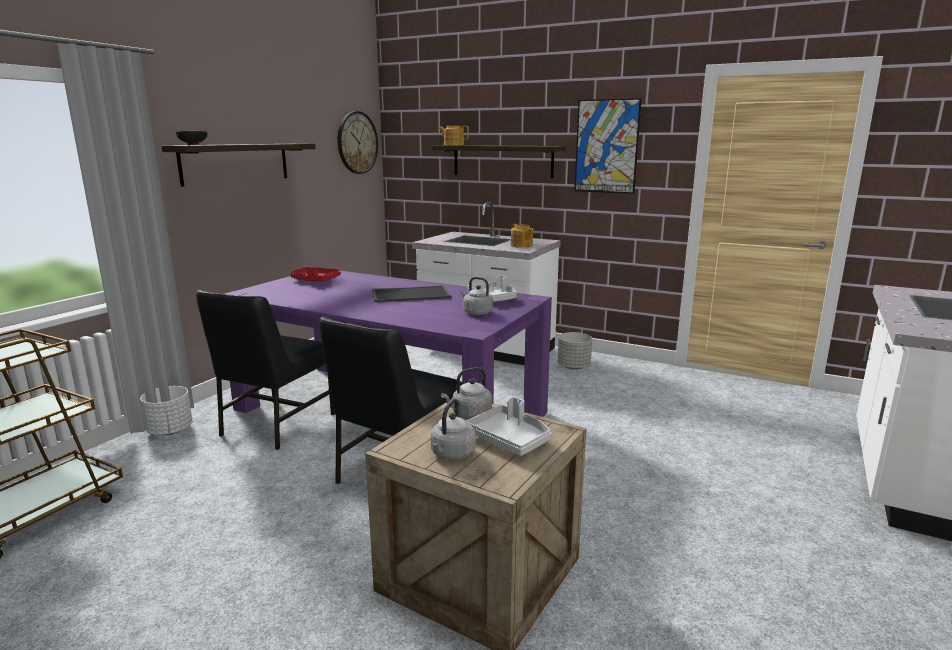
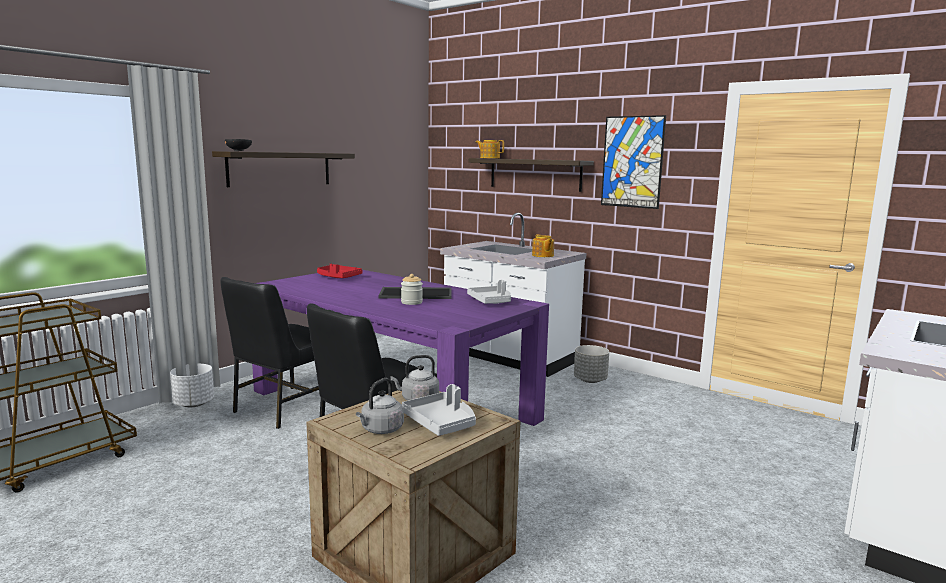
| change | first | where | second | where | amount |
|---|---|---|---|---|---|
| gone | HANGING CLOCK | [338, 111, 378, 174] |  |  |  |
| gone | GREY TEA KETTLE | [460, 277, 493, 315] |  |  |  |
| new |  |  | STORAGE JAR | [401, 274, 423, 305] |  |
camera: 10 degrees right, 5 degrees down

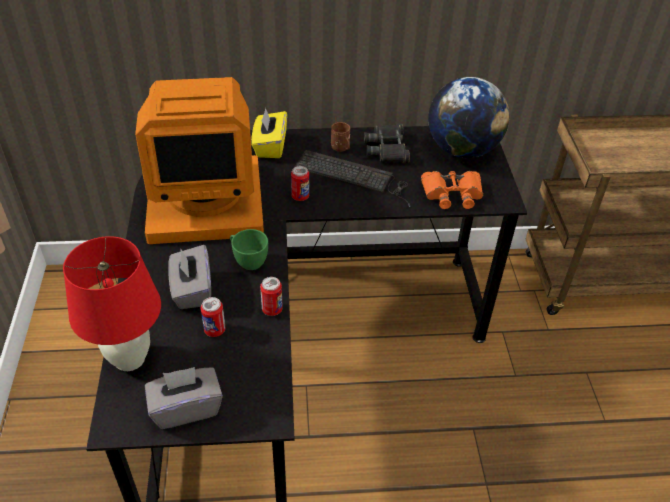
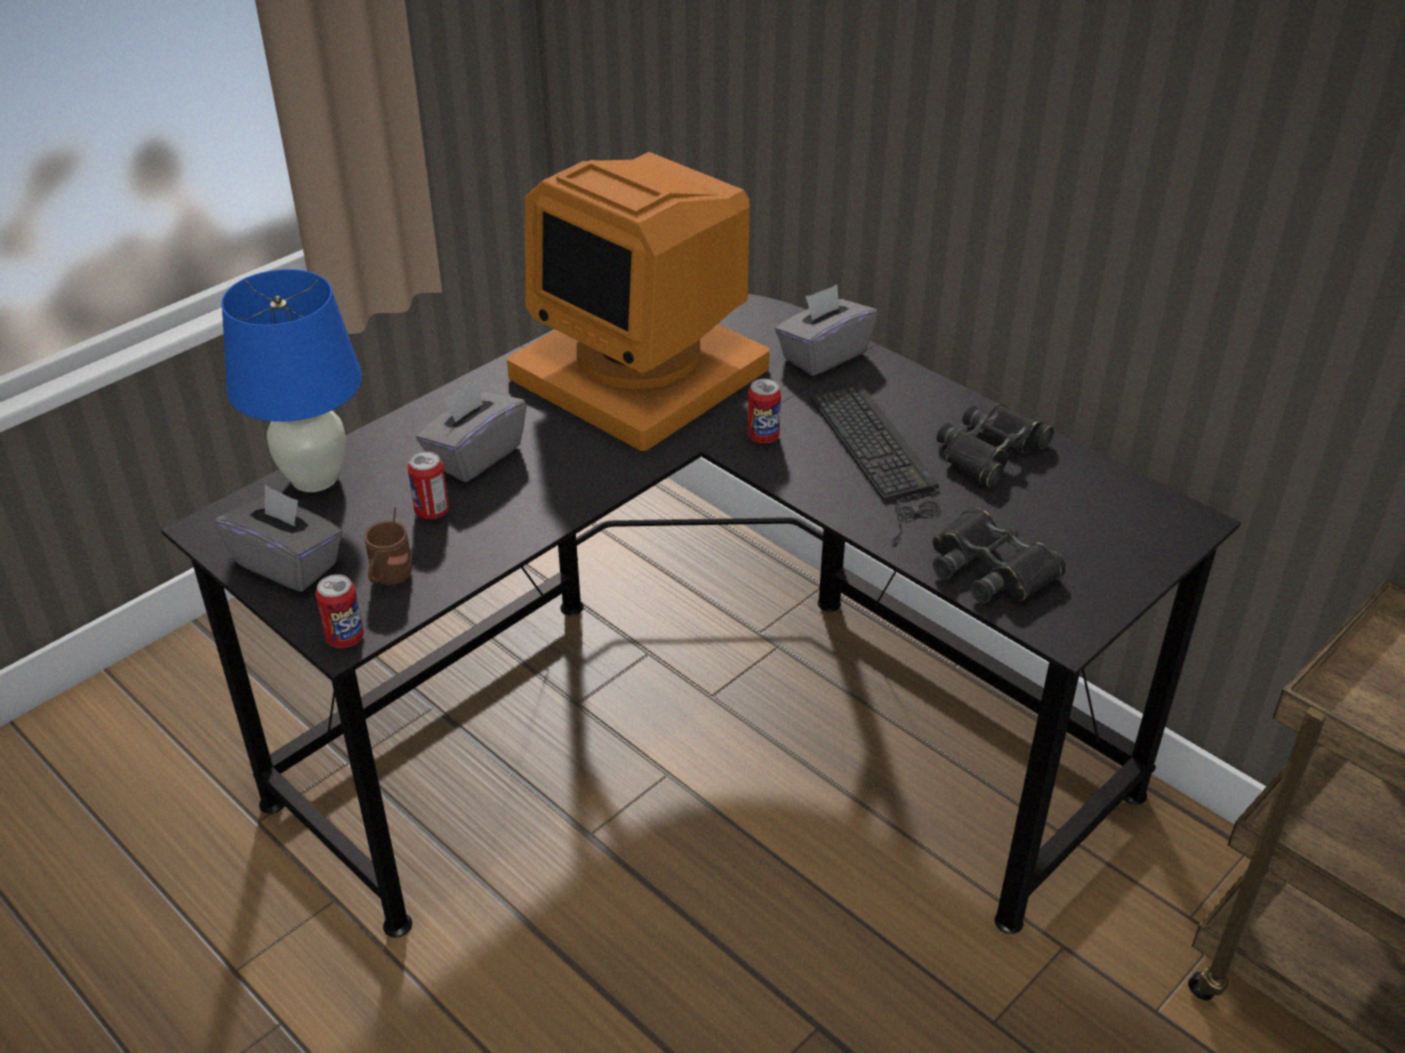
| change | first | where | second | where | amount |
|---|---|---|---|---|---|
| repainted | REDDISH TABLETOP LAMP | [63, 236, 161, 371] | BLUE-COLOURED TABLETOP LAMP | [221, 269, 362, 492] |  |
| gone | GREENISH DRINKING CUP | [230, 229, 268, 270] |  |  |  |
| repainted | YELLOW-COLOURED BOX OF TISSUES | [251, 108, 287, 158] | GREY BOX OF TISSUES | [775, 284, 878, 376] |  |
| shifted | SEALED CAN | [260, 277, 283, 316] |  | [315, 574, 364, 648] |  |
| shifted | BROWNISH COFFEE MUG | [331, 116, 350, 152] |  | [364, 508, 412, 585] |  |
| repainted | ORANGE-COLOURED FIELD GLASSES | [421, 171, 483, 209] | BLACK FIELD GLASSES | [932, 506, 1066, 603] |  |
| gone | DESK GLOBE | [428, 77, 509, 158] |  |  |  |
camera: 50 degrees right, 5 degrees down

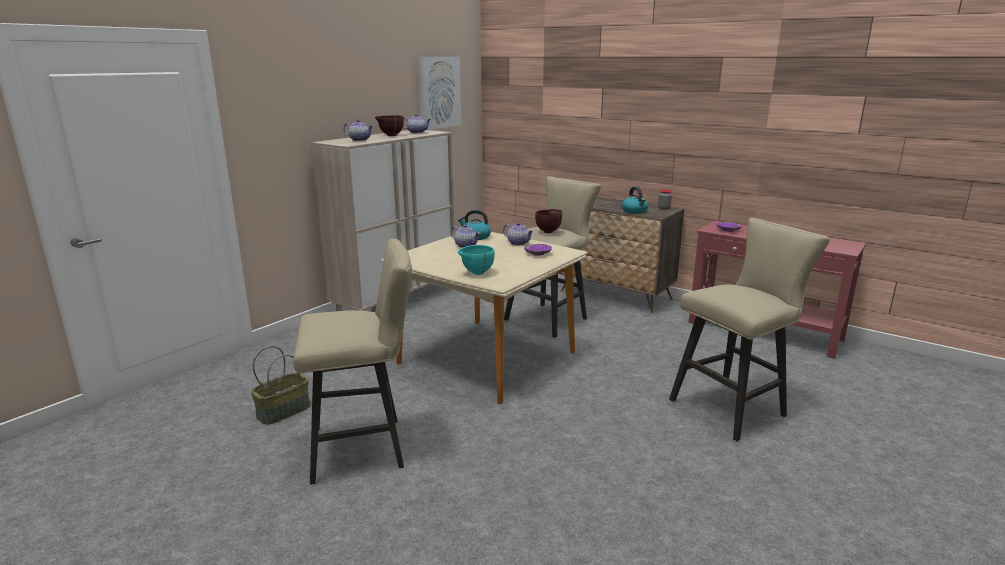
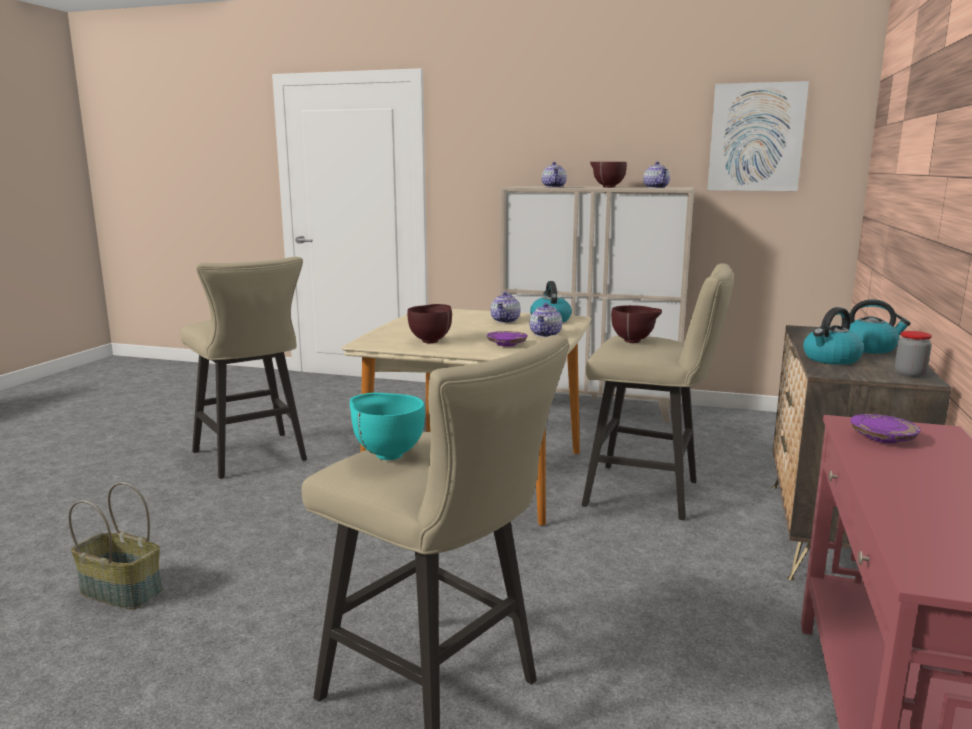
| change | first | where | second | where | amount |
|---|---|---|---|---|---|
| shifted | STORAGE BASKET | [251, 346, 310, 425] |  | [68, 482, 163, 609] |  |
| shifted | BLUE-GREEN BOWL | [458, 245, 495, 275] |  | [350, 393, 425, 460] |  |
| new |  |  | BROWNISH BOWL | [407, 304, 452, 343] |  |
| new |  |  | TEA KETTLE | [849, 299, 911, 354] |  |
camera: 70 degrees right, 5 degrees down

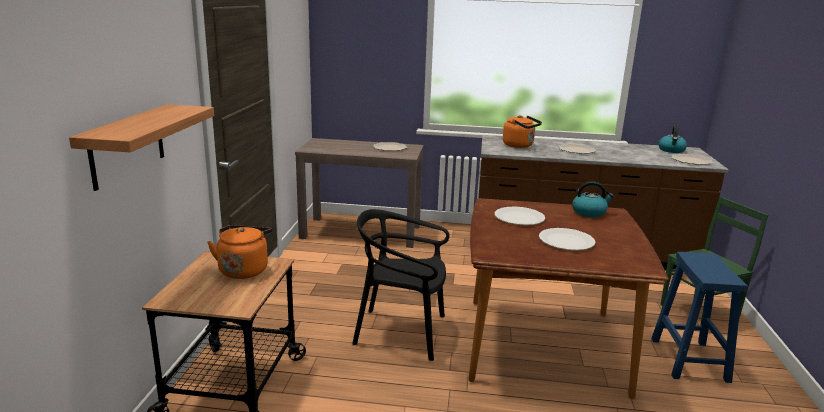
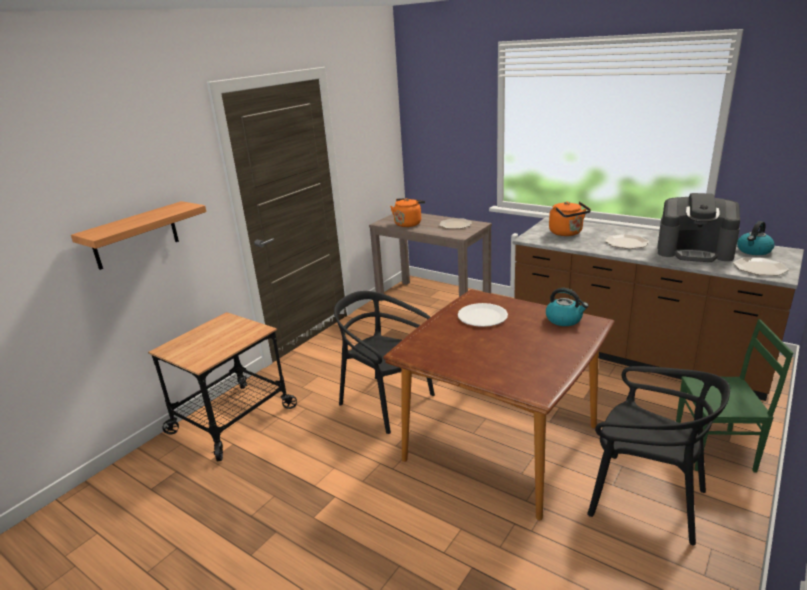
| change | first | where | second | where | amount |
|---|---|---|---|---|---|
| shifted | ORANGE-COLOURED TEA KETTLE | [207, 225, 272, 279] |  | [390, 198, 425, 227] |  |
| gone | WHITE-COLOURED PLATE | [539, 228, 596, 250] |  |  |  |
| swapped | BLUE-COLOURED STOOL | [651, 252, 748, 383] | BLACK PLAIN CHAIR | [587, 366, 730, 546] |  |
| new |  |  | COFFEE MACHINE | [657, 193, 740, 262] |  |
camera: 30 degrees right, 5 degrees up

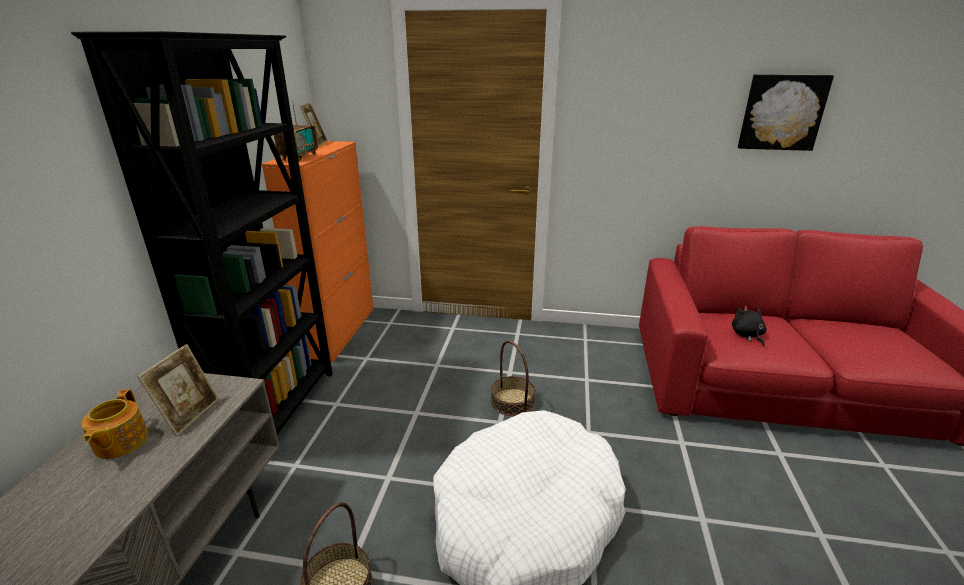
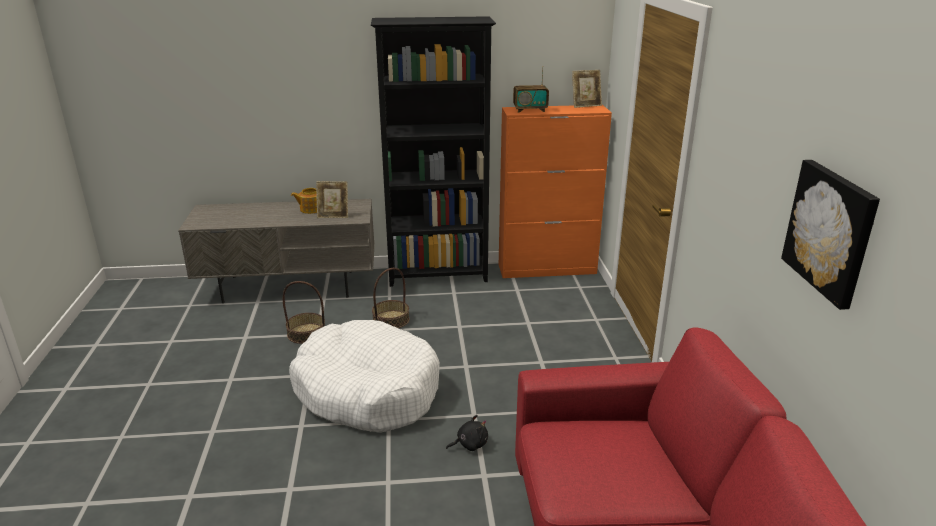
| change | first | where | second | where | amount |
|---|---|---|---|---|---|
| shifted | STORAGE BASKET | [491, 340, 535, 416] |  | [372, 268, 410, 328] |  |
| shifted | BLACK CUDDLY TOY | [732, 305, 767, 347] |  | [446, 415, 488, 451] |  |
camera: 75 degrees right, 0 degrees up

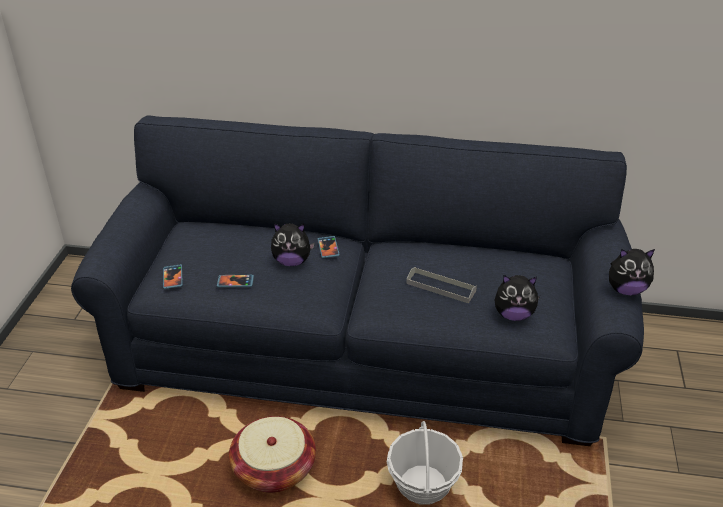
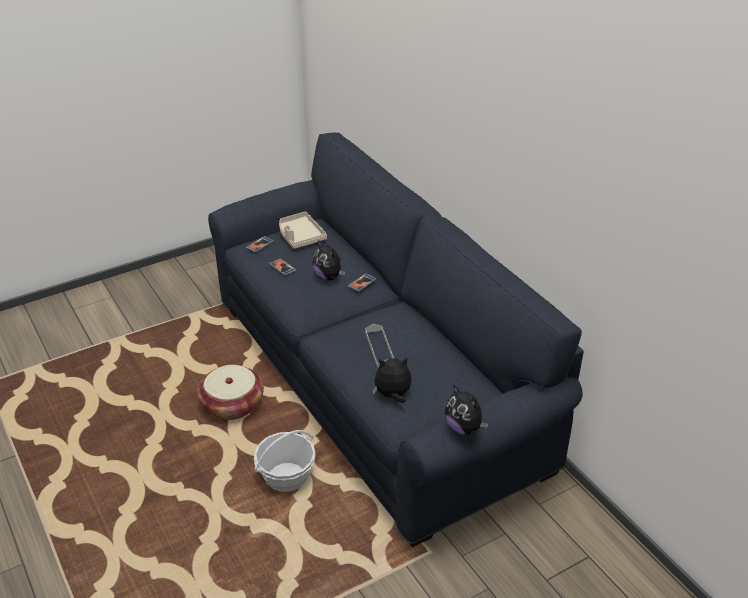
| change | first | where | second | where | amount |
|---|---|---|---|---|---|
| rotated | CUDDLY TOY | [495, 275, 540, 321] |  | [372, 357, 412, 403] | 120 degrees clockwise |
| new |  |  | BEIGE-COLOURED TRAY | [279, 211, 327, 249] |  |
camera: 50 degrees right, 0 degrees up

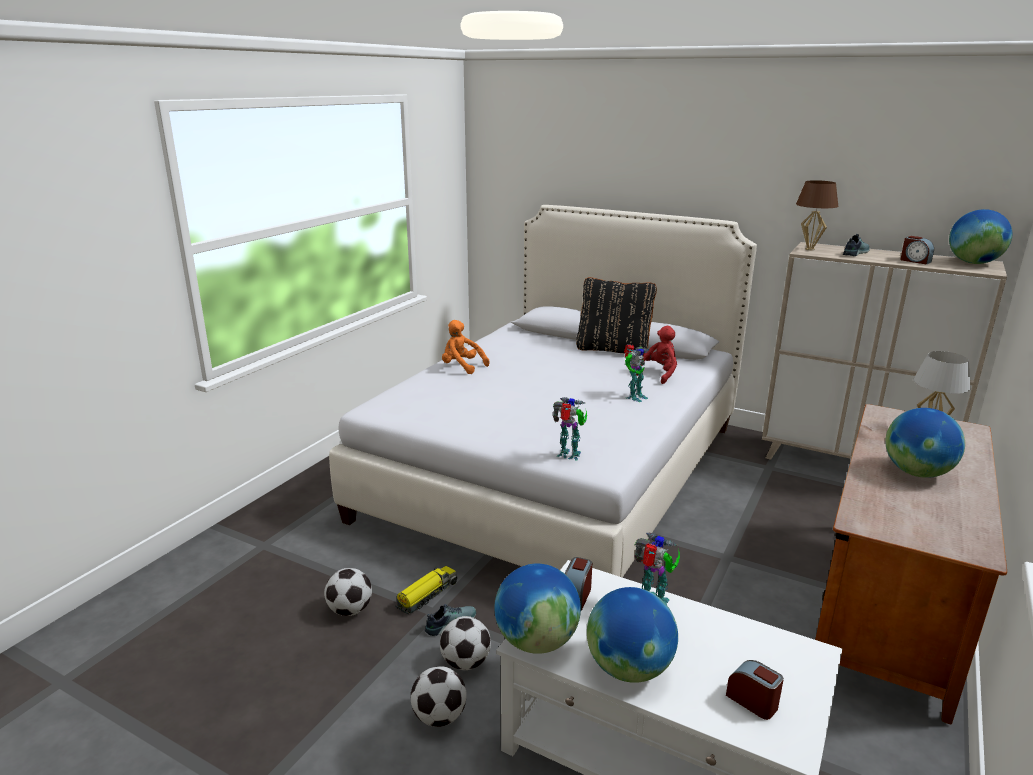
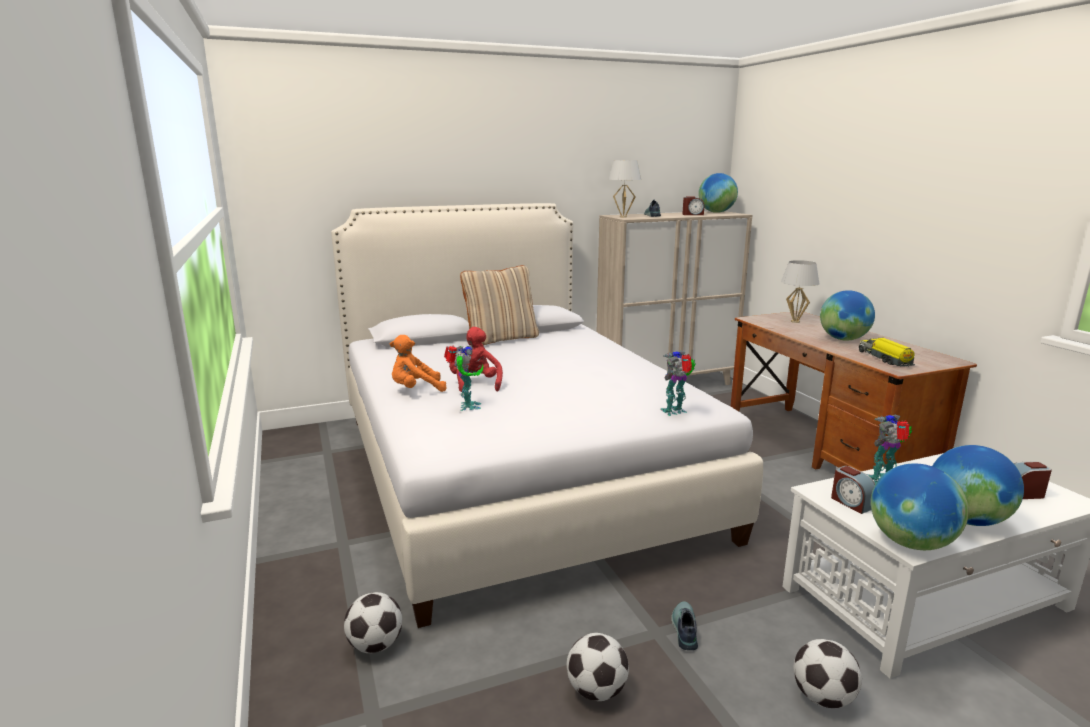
| change | first | where | second | where | amount |
|---|---|---|---|---|---|
| shifted | MODEL TRUCK | [396, 566, 457, 615] |  | [859, 338, 915, 366] |  |
| shifted | BALL FOR FOOTBALL | [440, 616, 491, 670] |  | [344, 592, 402, 653] |  |
| repainted | BLACK THROW PILLOW | [576, 277, 657, 353] | BEIGE-COLOURED THROW PILLOW | [460, 265, 539, 346] |  |
| shifted | MODEL ROBOT | [624, 344, 650, 402] |  | [444, 345, 483, 411] |  |
| shifted | REDDISH CUDDLY TOY | [636, 326, 677, 384] |  | [449, 327, 503, 392] |  |
| repainted | BROWNISH TABLETOP LAMP | [796, 180, 838, 251] | WHITE-COLOURED TABLETOP LAMP | [608, 160, 641, 217] |  |
camera: 50 degrees left, 5 degrees down

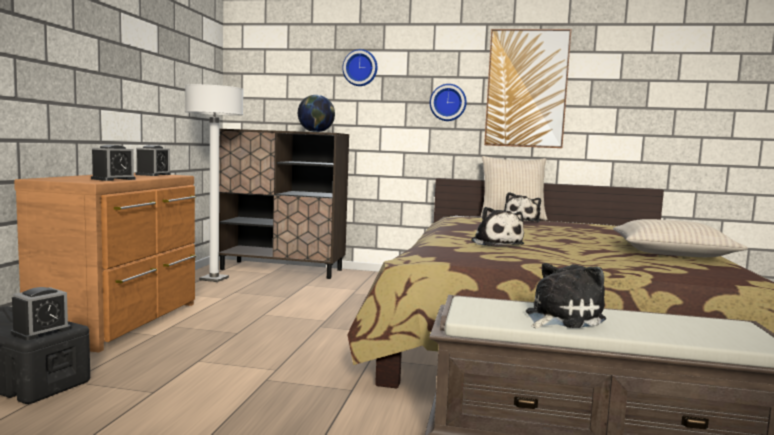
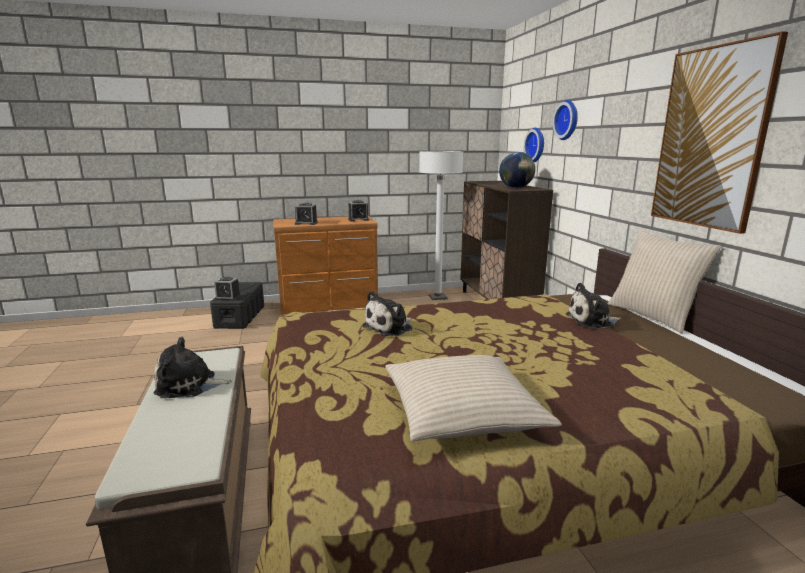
| change | first | where | second | where | amount |
|---|---|---|---|---|---|
| shifted | HANGING CLOCK | [430, 84, 467, 121] |  | [524, 128, 544, 162] |  |
| rotated | CUDDLY TOY | [526, 263, 606, 328] |  | [154, 337, 232, 398] | 150 degrees clockwise |
camera: 65 degrees right, 10 degrees up

